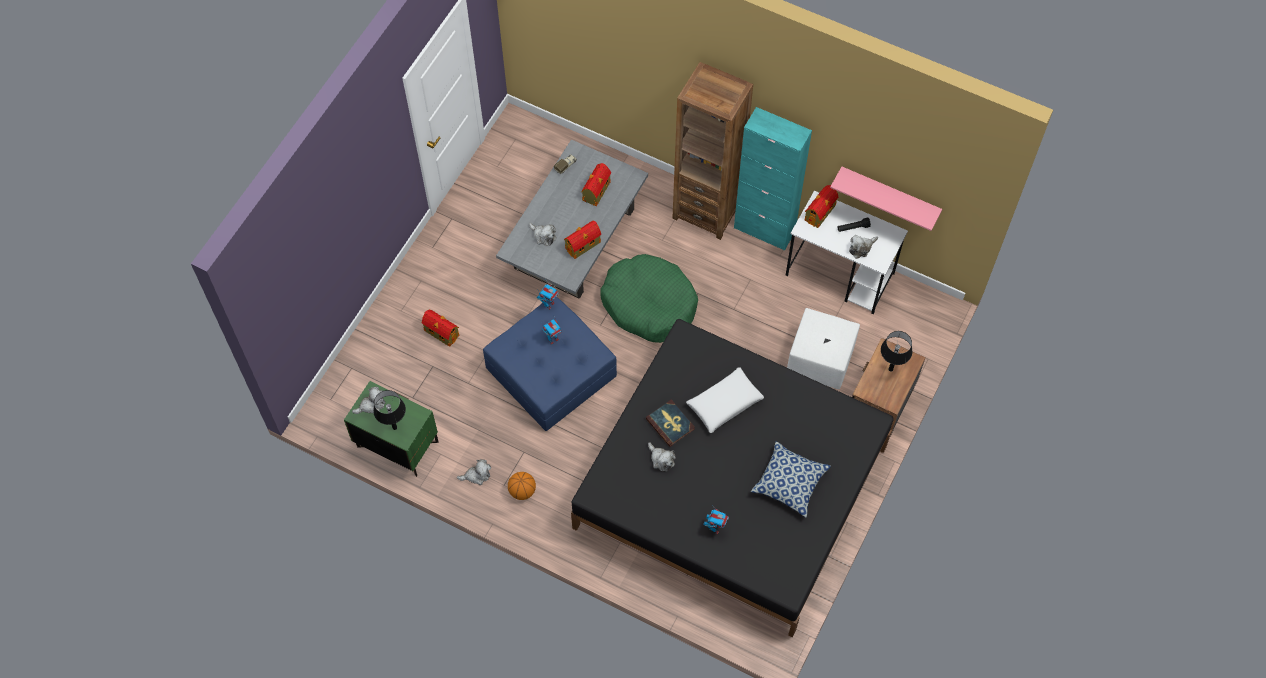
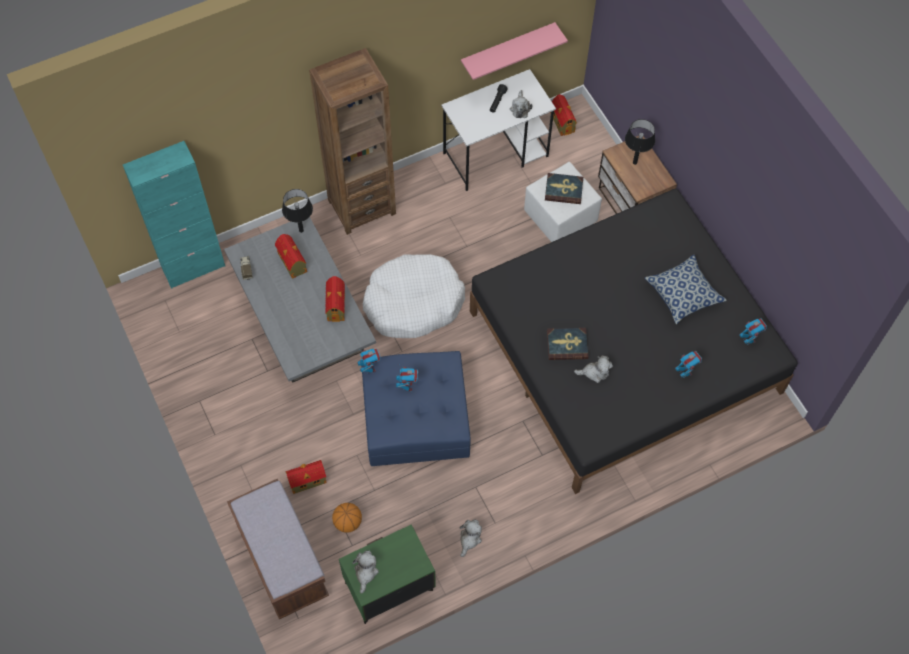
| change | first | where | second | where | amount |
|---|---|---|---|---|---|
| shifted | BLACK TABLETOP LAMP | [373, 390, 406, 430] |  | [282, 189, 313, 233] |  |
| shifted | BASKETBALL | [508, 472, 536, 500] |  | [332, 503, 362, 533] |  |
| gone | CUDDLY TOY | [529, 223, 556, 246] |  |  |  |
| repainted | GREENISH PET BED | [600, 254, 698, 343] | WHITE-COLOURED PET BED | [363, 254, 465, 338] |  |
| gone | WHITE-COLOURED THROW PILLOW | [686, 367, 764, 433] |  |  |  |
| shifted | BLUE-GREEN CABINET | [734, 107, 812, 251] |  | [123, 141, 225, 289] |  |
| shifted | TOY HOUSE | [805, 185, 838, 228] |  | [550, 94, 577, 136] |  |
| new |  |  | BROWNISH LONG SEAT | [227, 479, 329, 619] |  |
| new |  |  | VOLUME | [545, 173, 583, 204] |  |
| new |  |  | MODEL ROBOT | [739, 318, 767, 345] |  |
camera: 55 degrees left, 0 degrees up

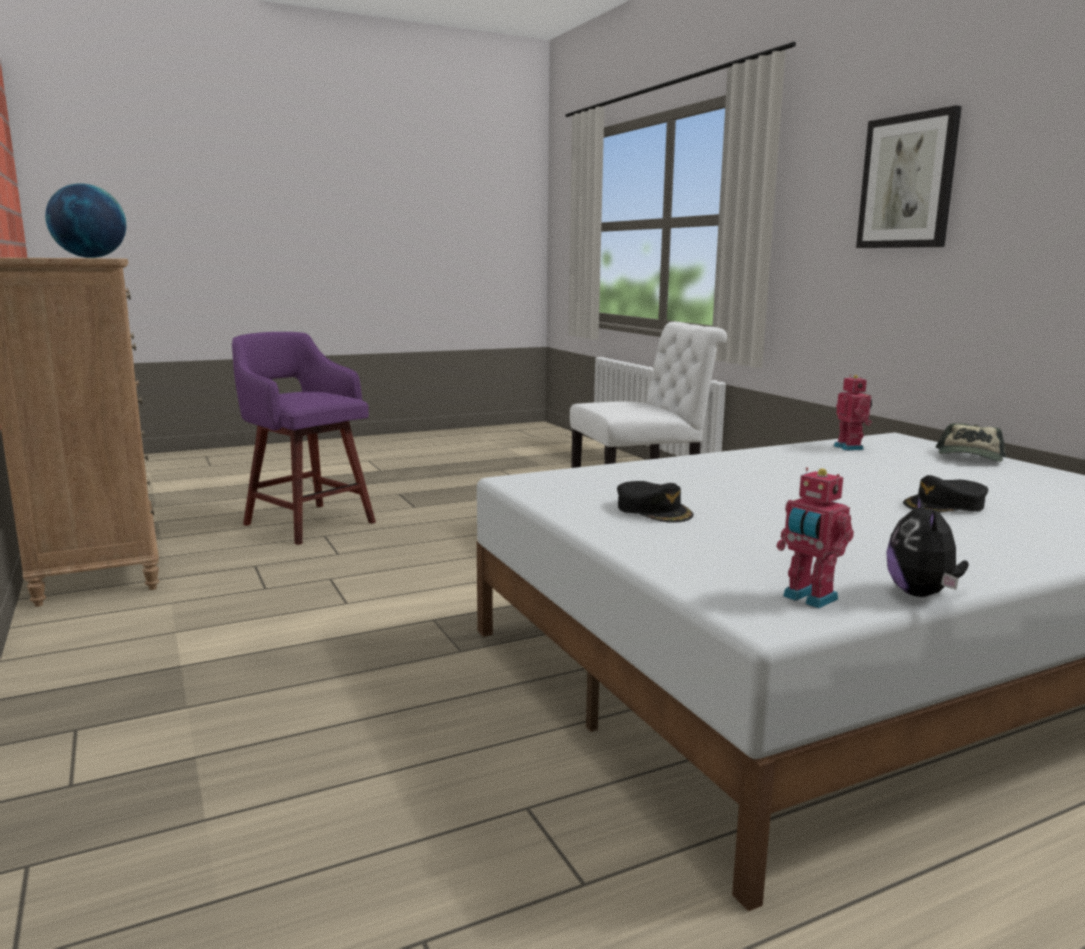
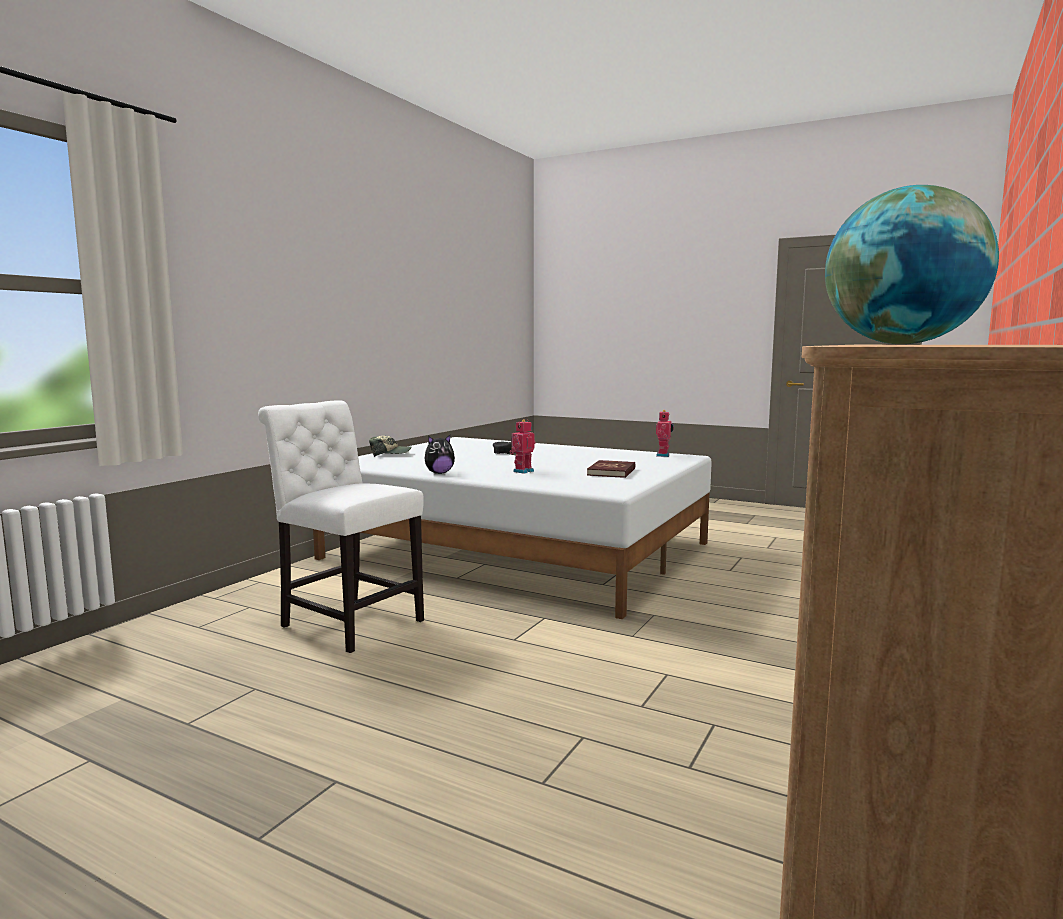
| change | first | where | second | where | amount |
|---|---|---|---|---|---|
| gone | PURPLE STOOL | [232, 332, 376, 545] |  |  |  |
| swapped | BLACK PEAKED CAP | [617, 481, 694, 523] | REDDISH VOLUME | [587, 460, 636, 478] |  |
| shifted | MODEL ROBOT | [834, 375, 872, 451] |  | [509, 419, 536, 474] |  |
| gone | WALL ART | [856, 106, 962, 248] |  |  |  |
| shifted | CUDDLY TOY | [886, 494, 969, 597] |  | [425, 435, 455, 474] |  |
camera: 125 degrees left, 5 degrees down

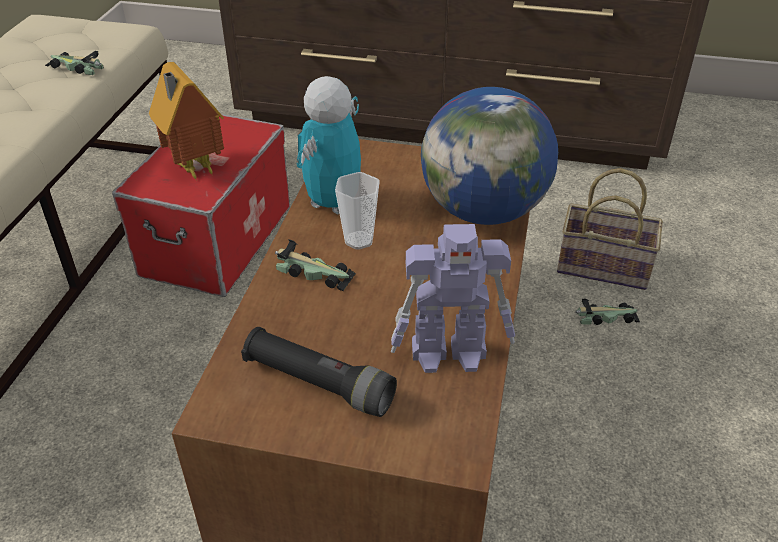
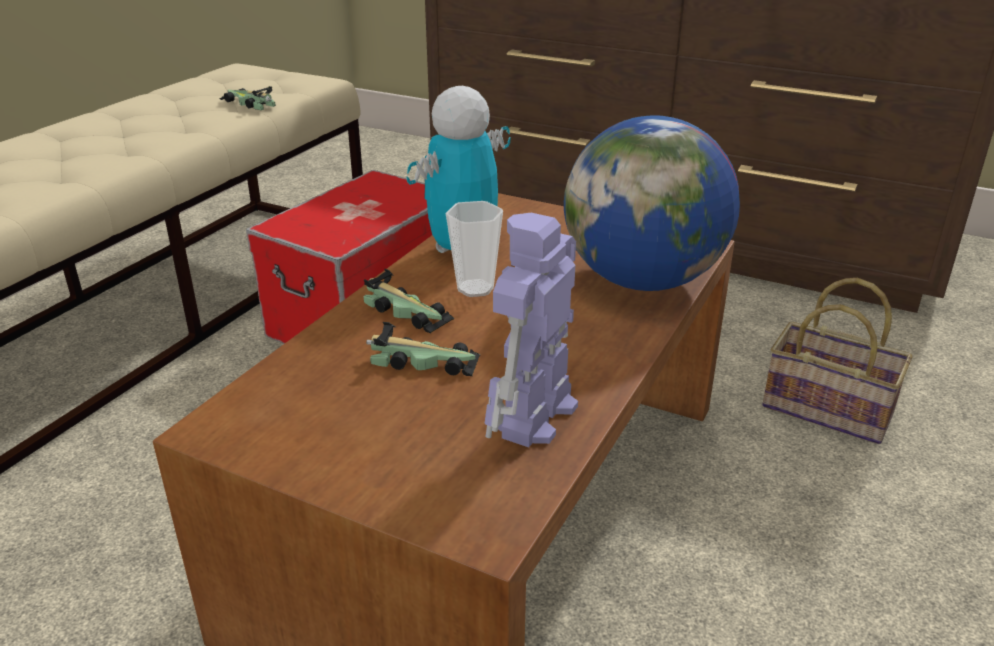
| change | first | where | second | where | amount |
|---|---|---|---|---|---|
| gone | TOY HOUSE | [149, 62, 224, 181] |  |  |  |
| gone | BLACK TORCH | [241, 327, 397, 417] |  |  |  |
| rotated | MODEL ROBOT | [391, 224, 515, 373] |  | [484, 213, 578, 447] | 105 degrees clockwise |
| shifted | TOY CAR | [575, 299, 640, 325] |  | [366, 322, 480, 376] |  |
camera: 15 degrees right, 10 degrees down

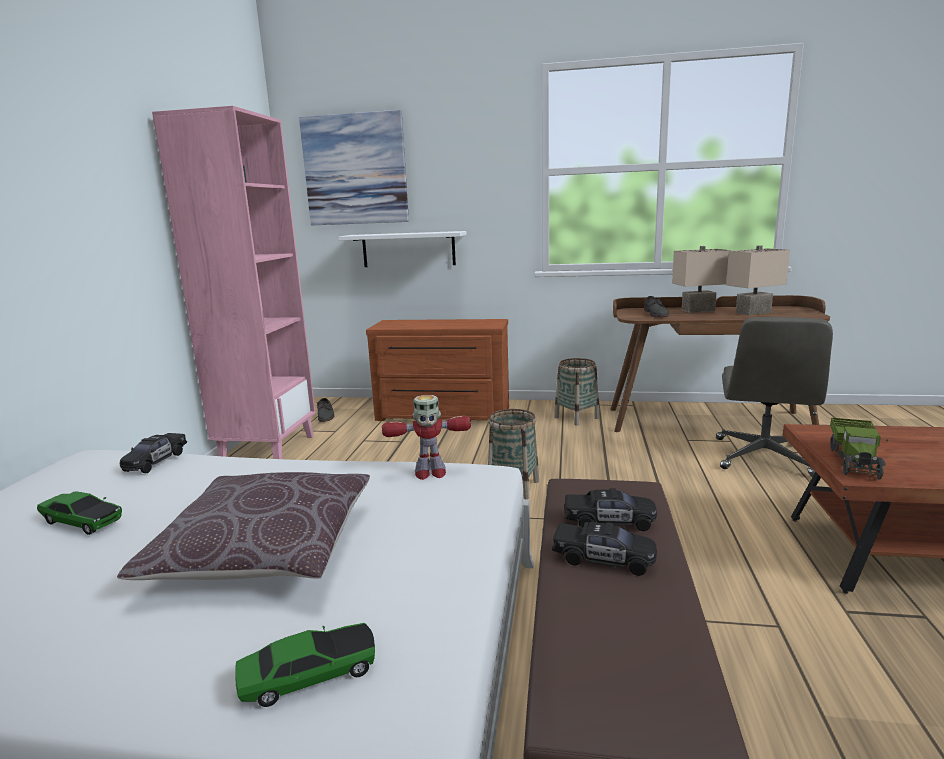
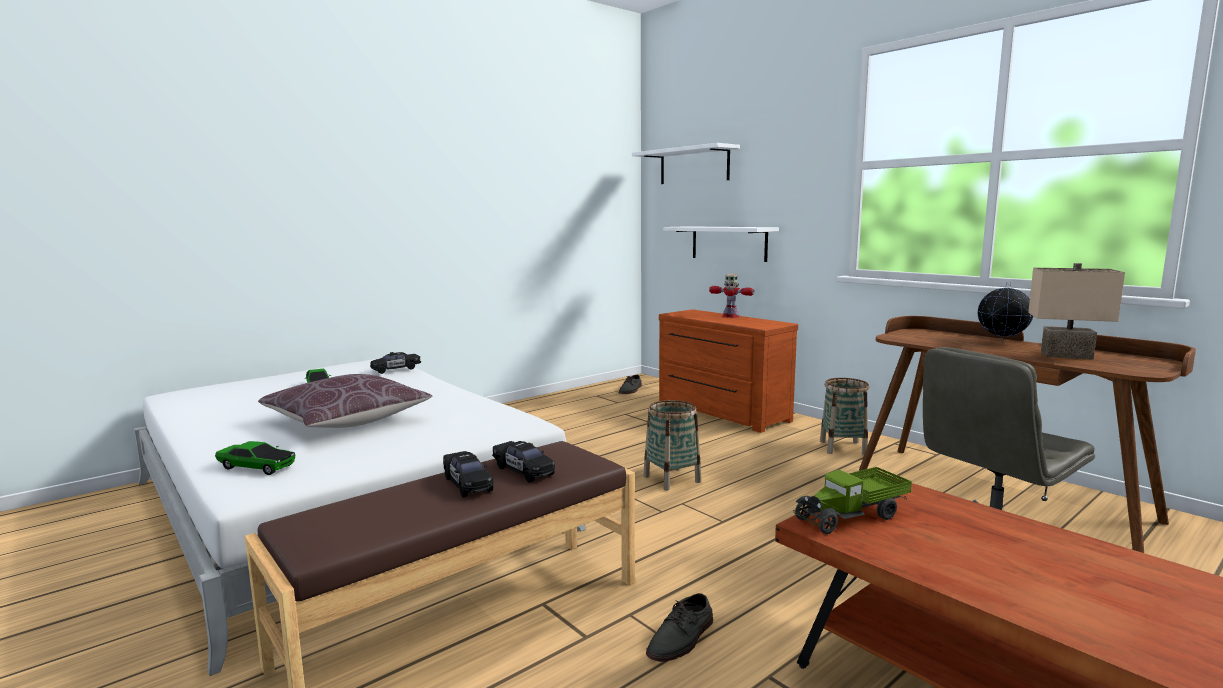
| change | first | where | second | where | amount |
|---|---|---|---|---|---|
| gone | PINK-COLOURED BOOKSHELF | [152, 106, 316, 459] |  |  |  |
| swapped | WALL ART | [299, 110, 409, 225] | WHITE-COLOURED SHELF | [632, 143, 740, 184] |  |
| shifted | MODEL ROBOT | [382, 395, 471, 480] |  | [709, 274, 754, 318] |  |
| shifted | GREY ITEM OF FOOTWEAR | [644, 296, 669, 318] |  | [646, 593, 713, 662] |  |
| swapped | BEIGE-COLOURED TABLETOP LAMP | [672, 246, 732, 313] | DESK GLOBE | [978, 282, 1033, 343] |  |
camera: 40 degrees right, 5 degrees down

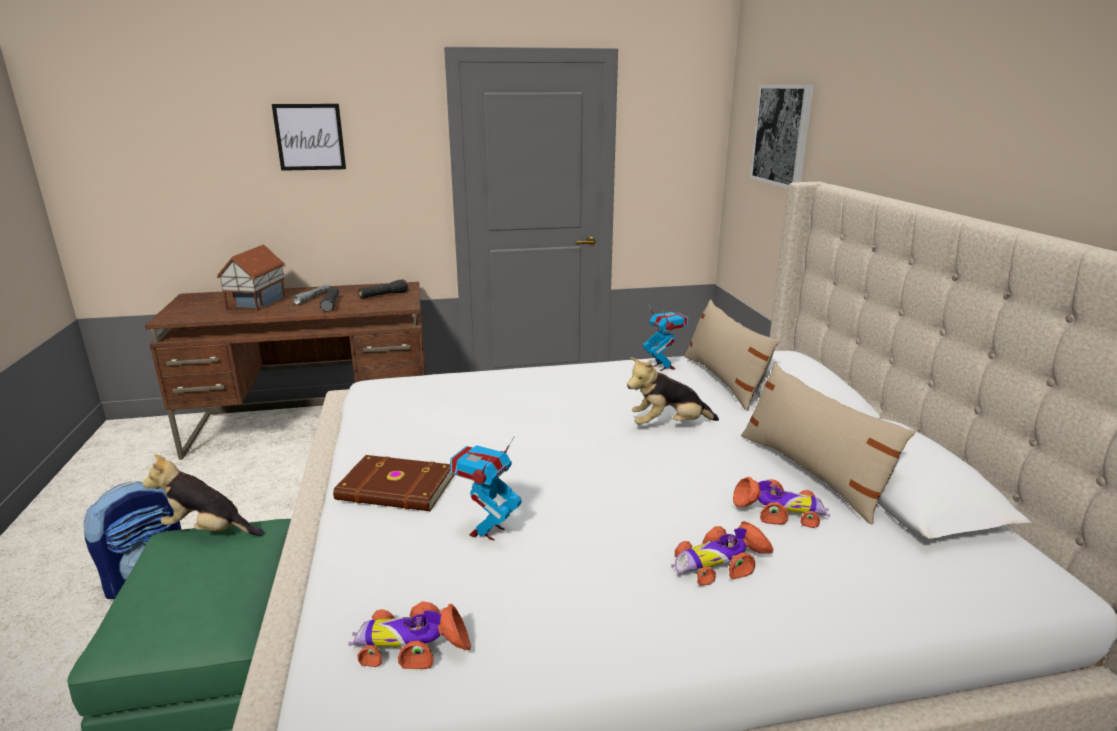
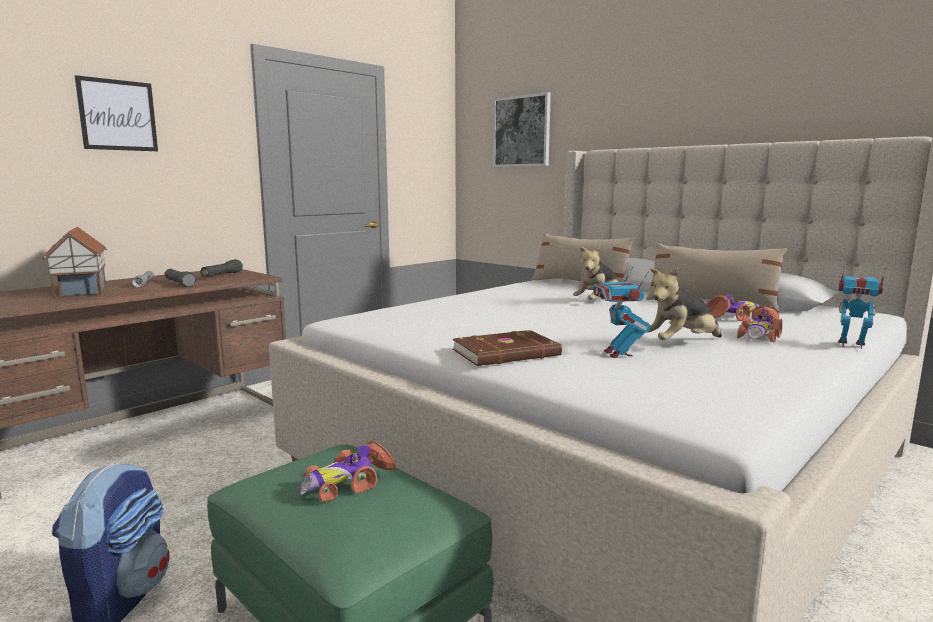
| change | first | where | second | where | amount |
|---|---|---|---|---|---|
| shifted | CUDDLY TOY | [142, 454, 264, 536] |  | [646, 268, 722, 340] |  |
| shifted | TOY CAR | [348, 601, 471, 669] |  | [297, 441, 396, 502] |  |
| shifted | MODEL ROBOT | [643, 303, 688, 371] |  | [838, 266, 885, 349] |  |
camera: 35 degrees left, 10 degrees down

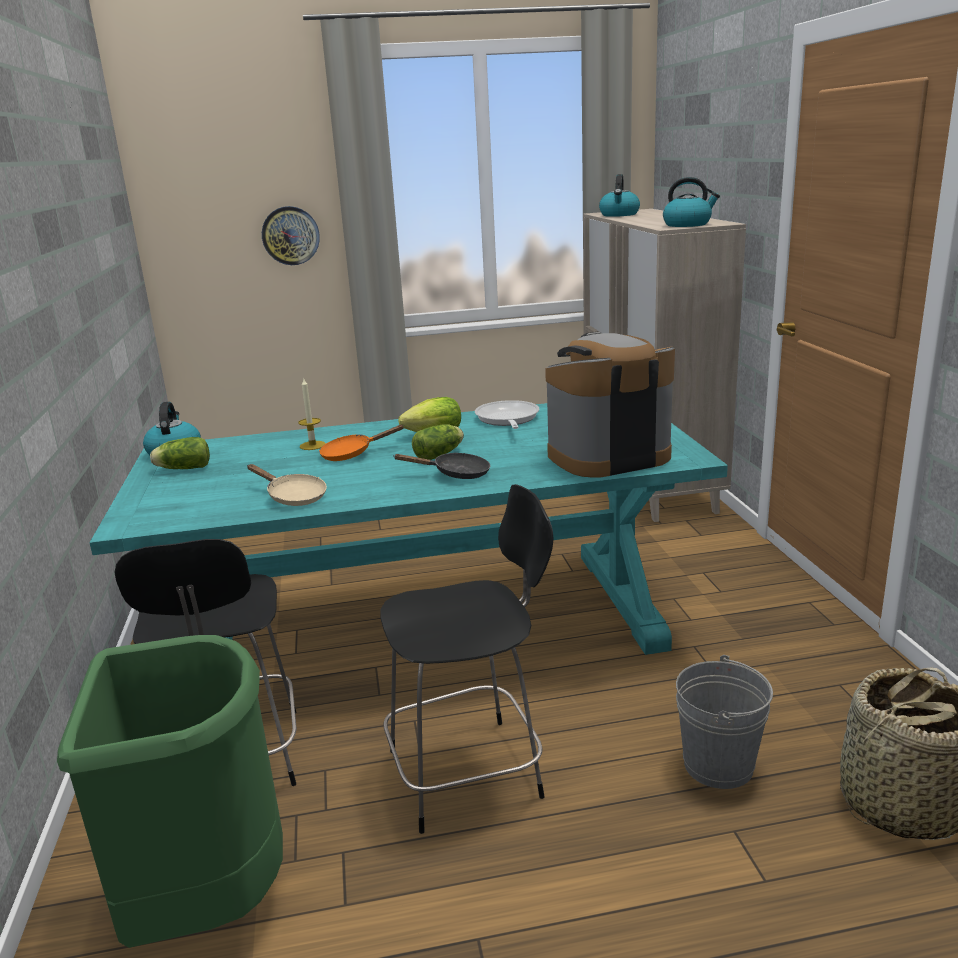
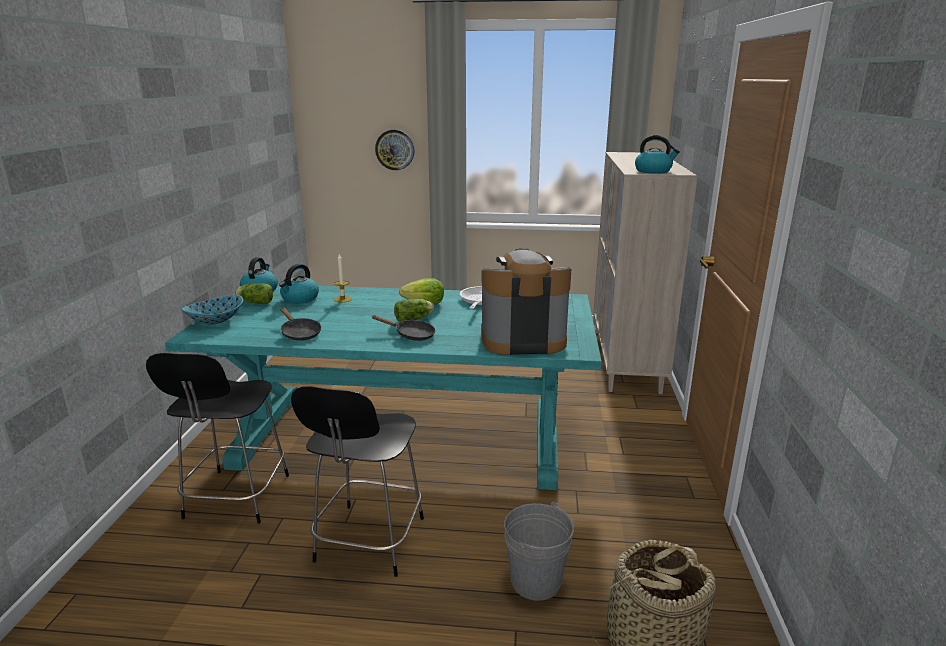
| change | first | where | second | where | amount |
|---|---|---|---|---|---|
| gone | GREENISH WASTE BIN | [57, 635, 283, 948] |  |  |  |
| repainted | BEIGE-COLOURED SKILLET | [247, 464, 327, 506] | BLACK SKILLET | [280, 307, 321, 341] |  |
| gone | ORANGE-COLOURED SKILLET | [319, 425, 404, 461] |  |  |  |
| rotated | BLACK PLAIN CHAIR | [380, 484, 554, 834] |  | [291, 386, 424, 577] | 105 degrees clockwise |
| shifted | TEA KETTLE | [599, 174, 640, 217] |  | [279, 264, 319, 304] |  |
| new |  |  | BOWL | [182, 295, 243, 325] |  |
camera: 15 degrees right, 0 degrees up

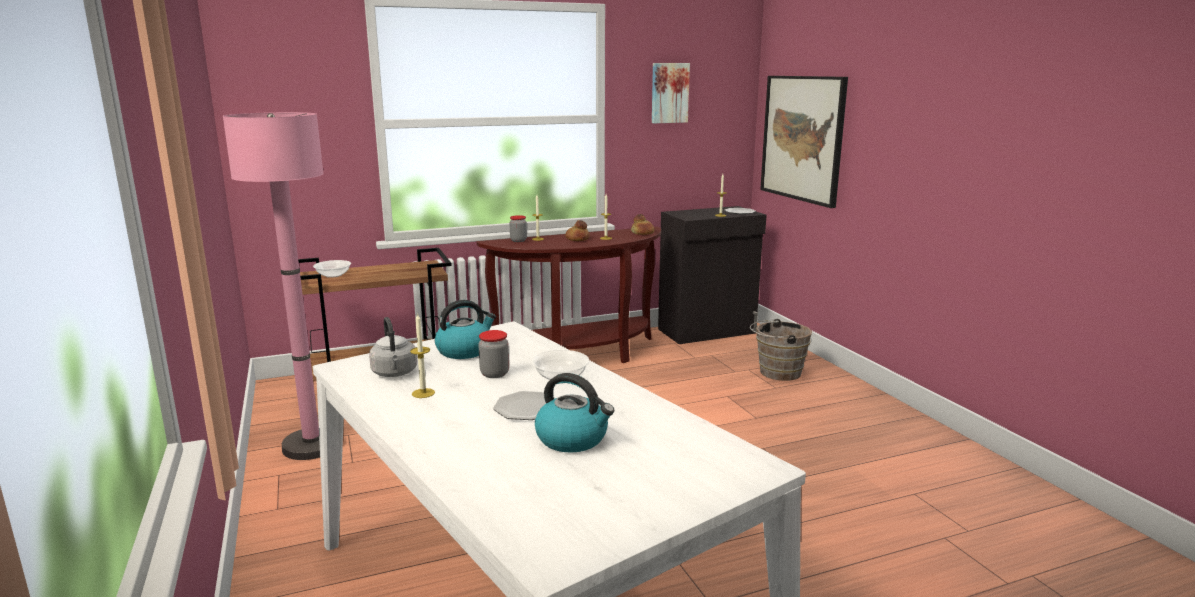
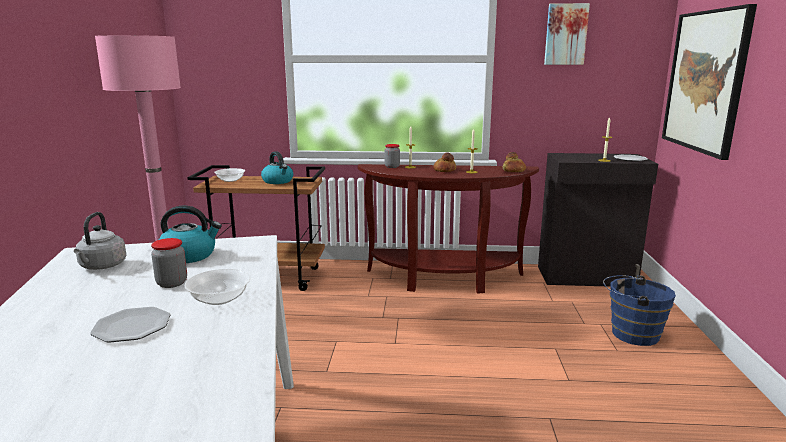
| change | first | where | second | where | amount |
|---|---|---|---|---|---|
| gone | WAX CANDLE | [410, 313, 435, 398] |  |  |  |
| shifted | TEA KETTLE | [535, 373, 614, 452] |  | [261, 151, 293, 184] |  |
| repainted | BROWNISH WATER BUCKET | [750, 319, 812, 381] | BLUE-COLOURED WATER BUCKET | [603, 275, 676, 346] |  |
camera: 25 degrees right, 0 degrees up

